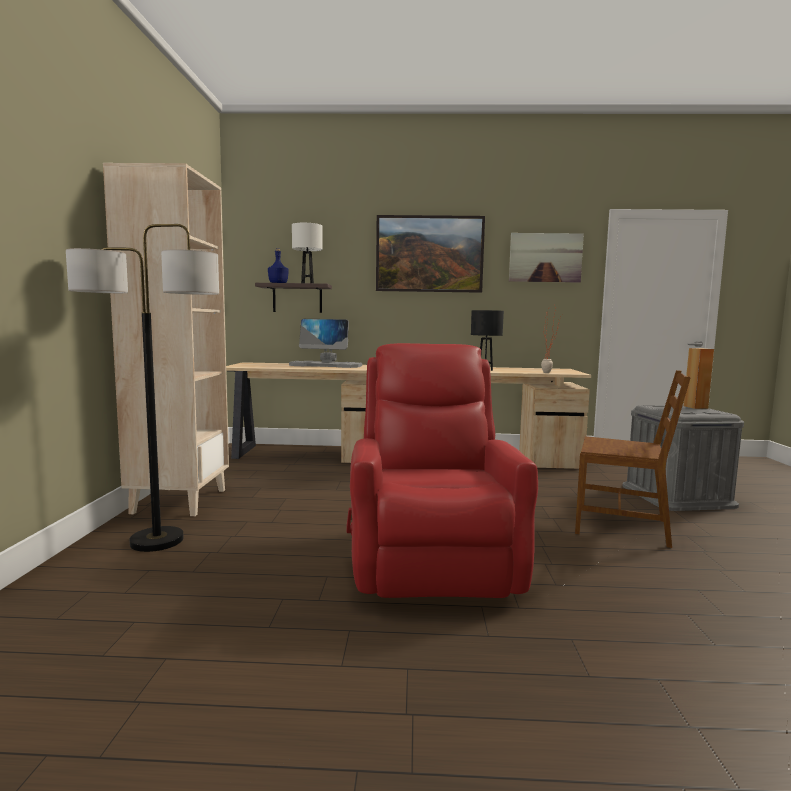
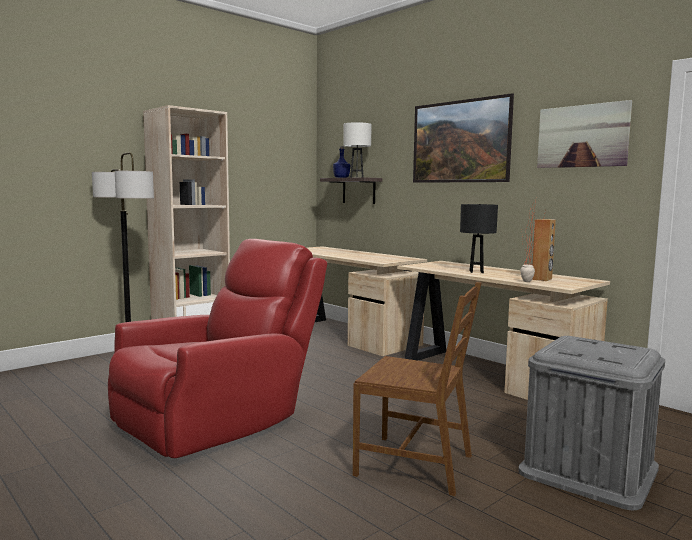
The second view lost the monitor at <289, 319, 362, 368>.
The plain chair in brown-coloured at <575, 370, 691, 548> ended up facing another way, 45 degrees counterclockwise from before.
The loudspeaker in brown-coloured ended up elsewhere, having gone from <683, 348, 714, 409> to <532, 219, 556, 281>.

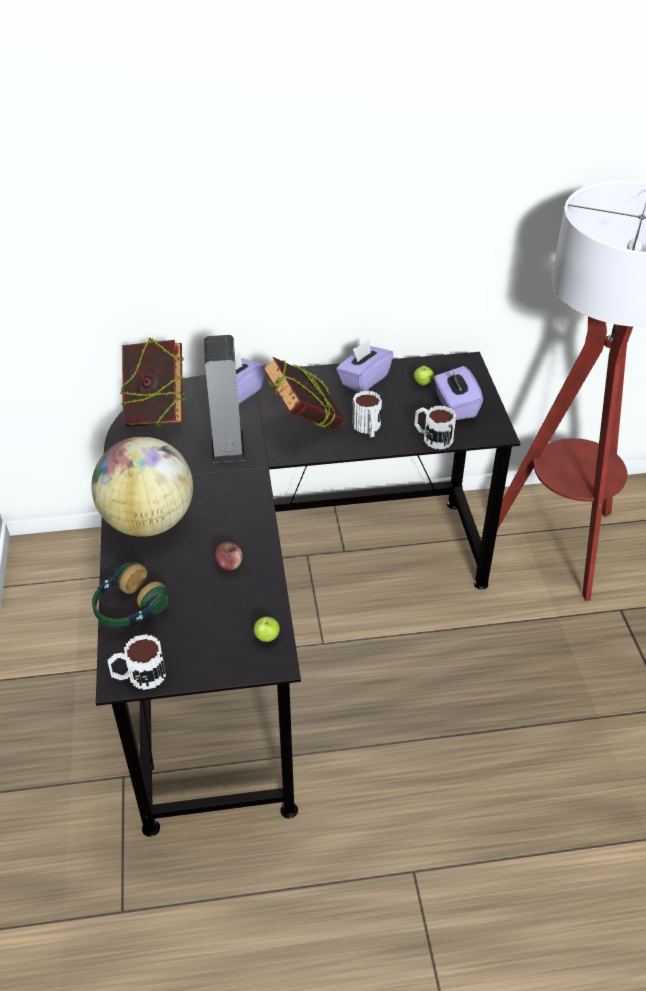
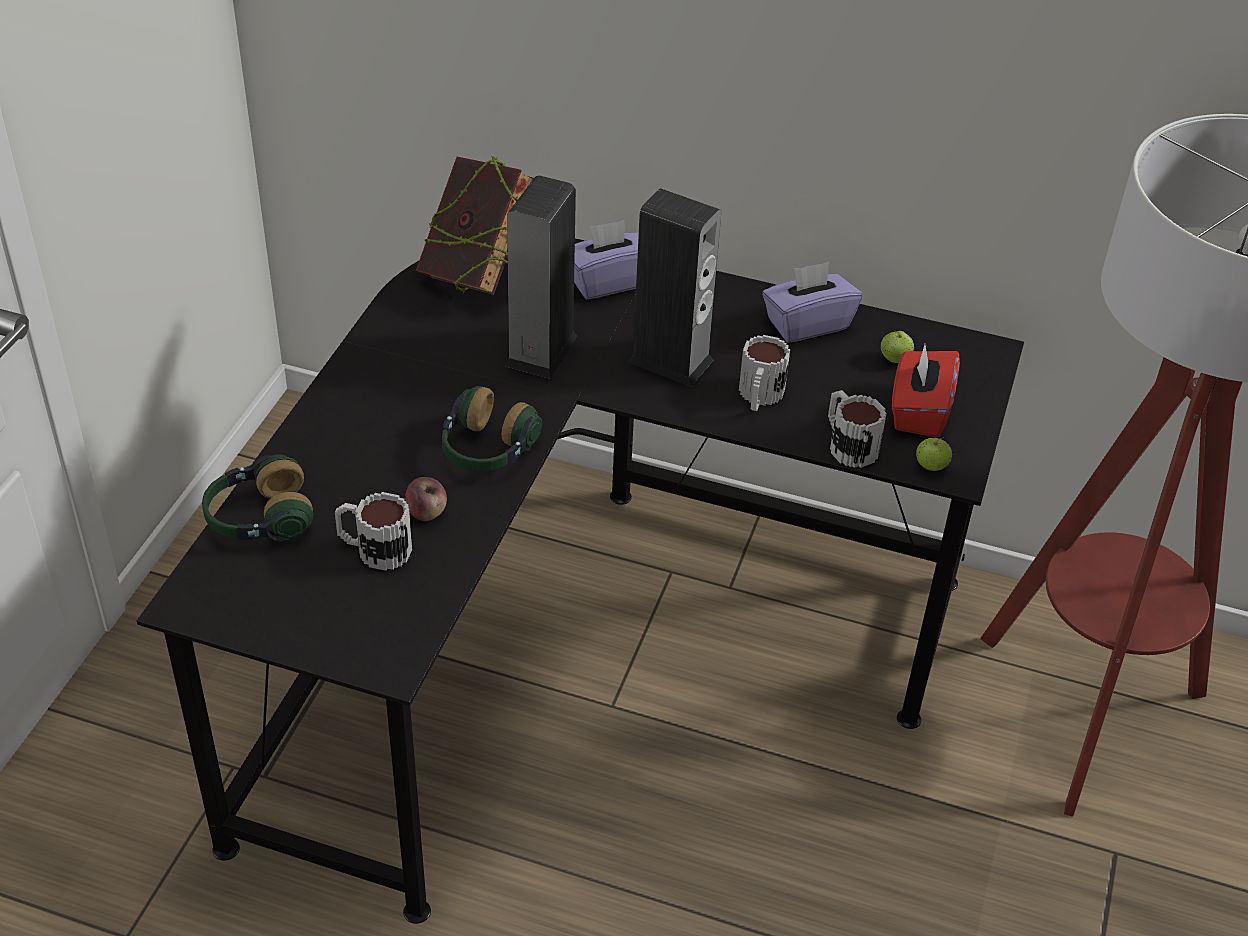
The second view lost the desk globe at <91, 437, 193, 537>.
The mug ended up elsewhere, having gone from <108, 634, 166, 690> to <335, 492, 412, 571>.
The whole apple ended up elsewhere, having gone from <254, 617, 280, 642> to <916, 437, 952, 471>.
Where the book stood at <262, 357, 345, 430>, the loudspeaker came to stand at <627, 188, 721, 387>.
What was the tissue holder in purple-coloured at <434, 366, 483, 420> turned into the tissue holder in reddish at <892, 344, 960, 437>.
The second view gained the pair of headphones at <442, 386, 542, 472>.

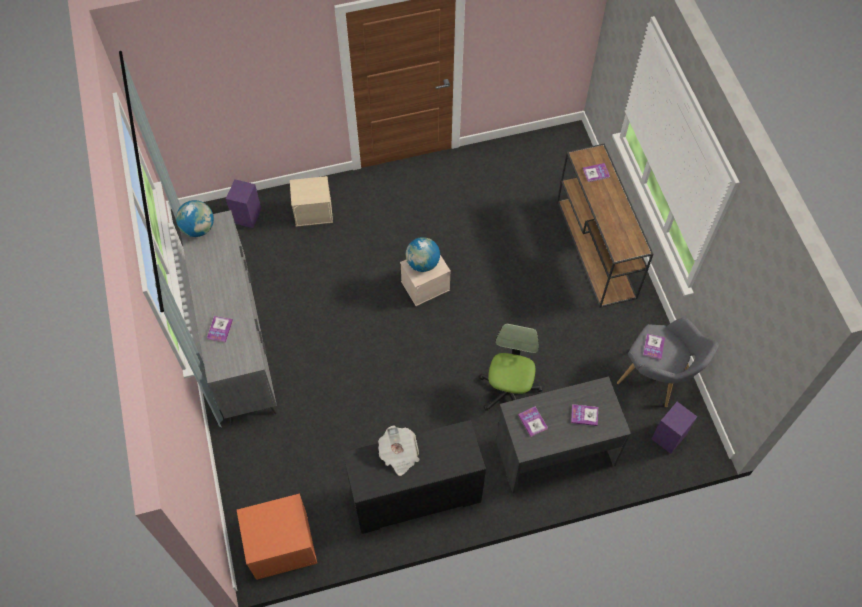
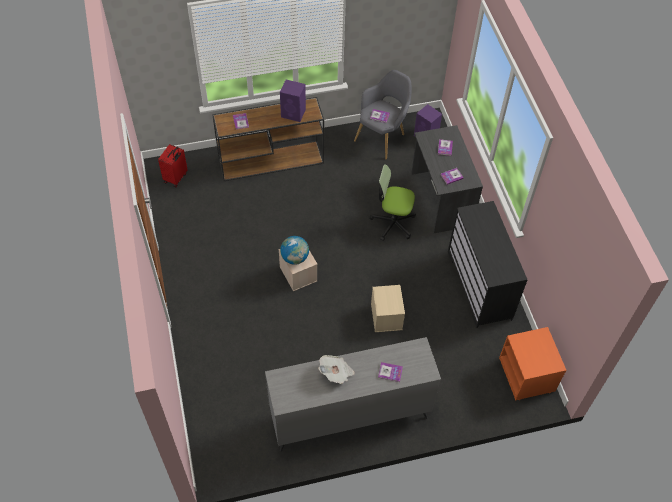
The second view lost the desk globe at <176, 200, 214, 237>.
The loudspeaker in purple-coloured ended up elsewhere, having gone from <226, 180, 262, 228> to <280, 80, 306, 122>.
The storage container in sand-coloured ended up elsewhere, having gone from <290, 176, 333, 227> to <371, 285, 405, 332>.
The daily paper ended up elsewhere, having gone from <378, 425, 419, 476> to <318, 355, 355, 384>.
The second view gained the travel case in reddish at <158, 144, 188, 187>.

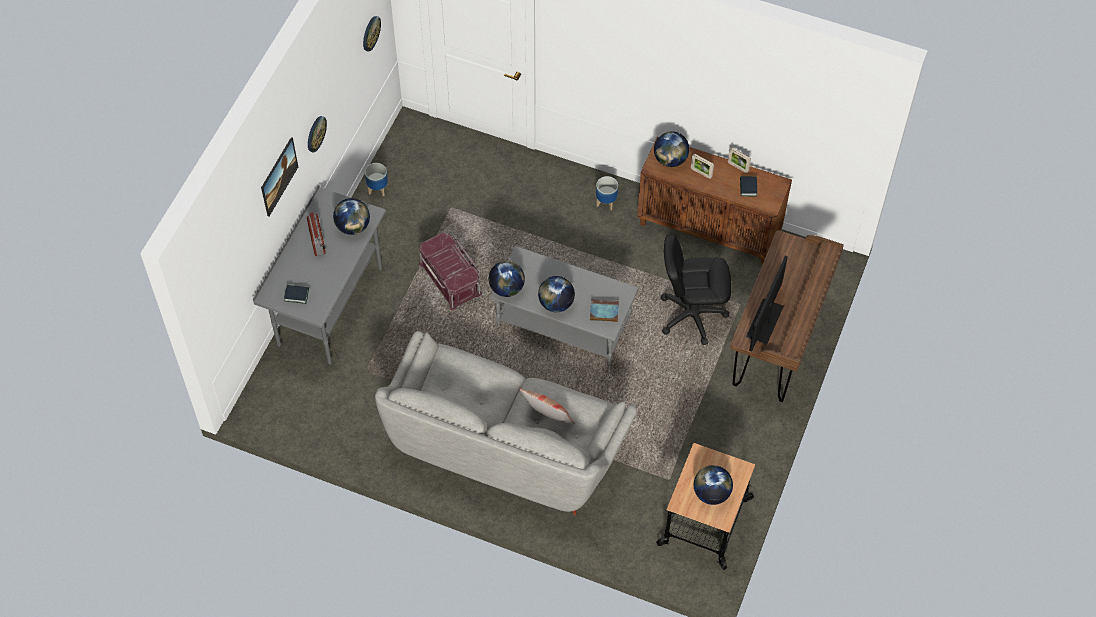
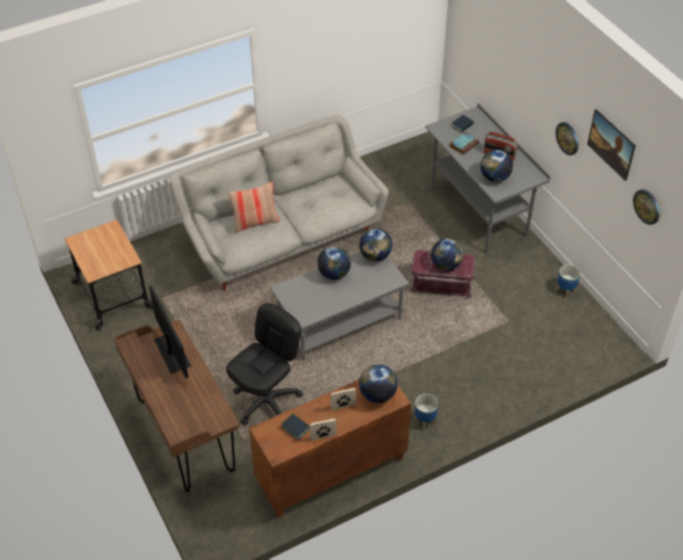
The wall art ended up elsewhere, having gone from <261, 137, 298, 217> to <587, 109, 636, 181>.
The book ended up elsewhere, having gone from <590, 299, 619, 322> to <450, 132, 479, 155>.
The desk globe ended up elsewhere, having gone from <694, 465, 733, 505> to <431, 238, 464, 271>.

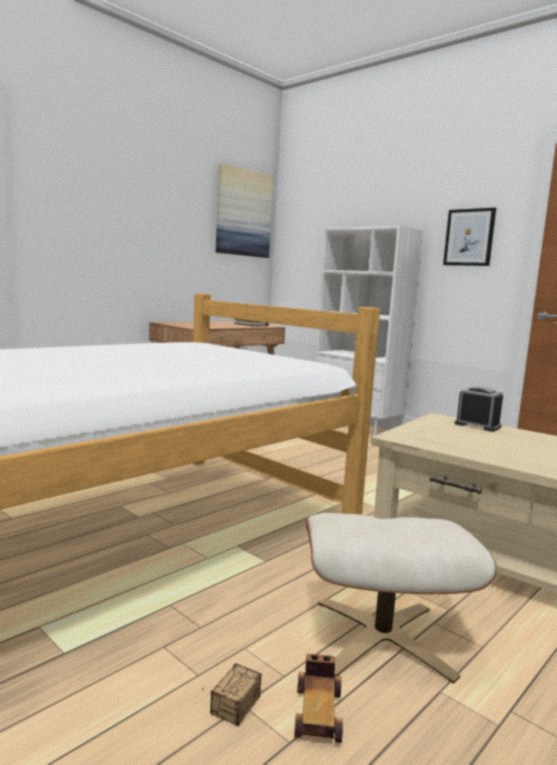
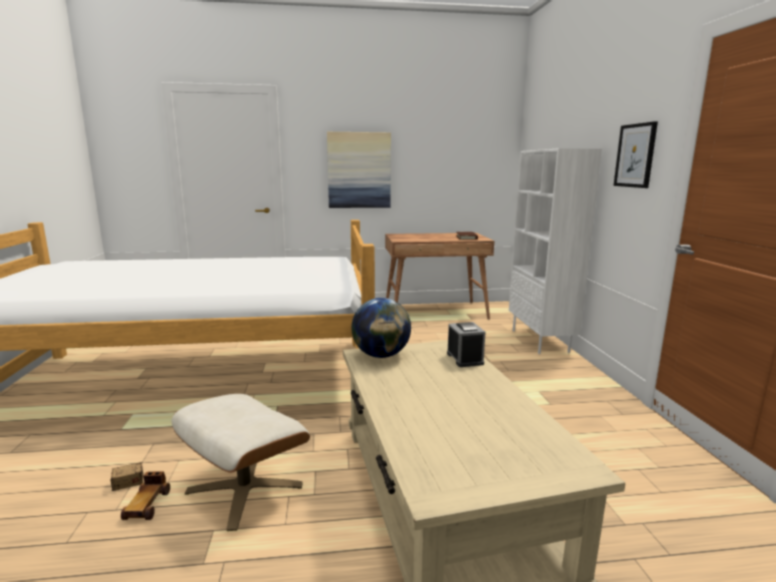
The wall art ended up elsewhere, having gone from <216, 163, 273, 258> to <327, 132, 391, 208>.
The toy car at <294, 654, 343, 743> ended up facing another way, 45 degrees counterclockwise from before.
The second view gained the desk globe at <351, 298, 411, 358>.

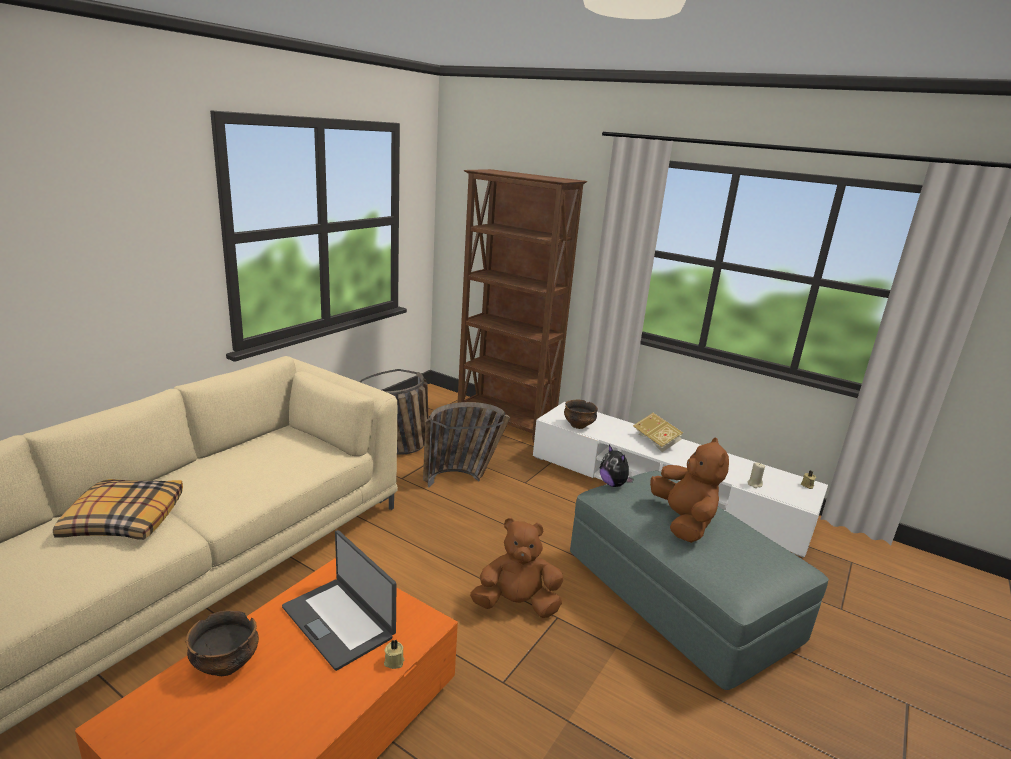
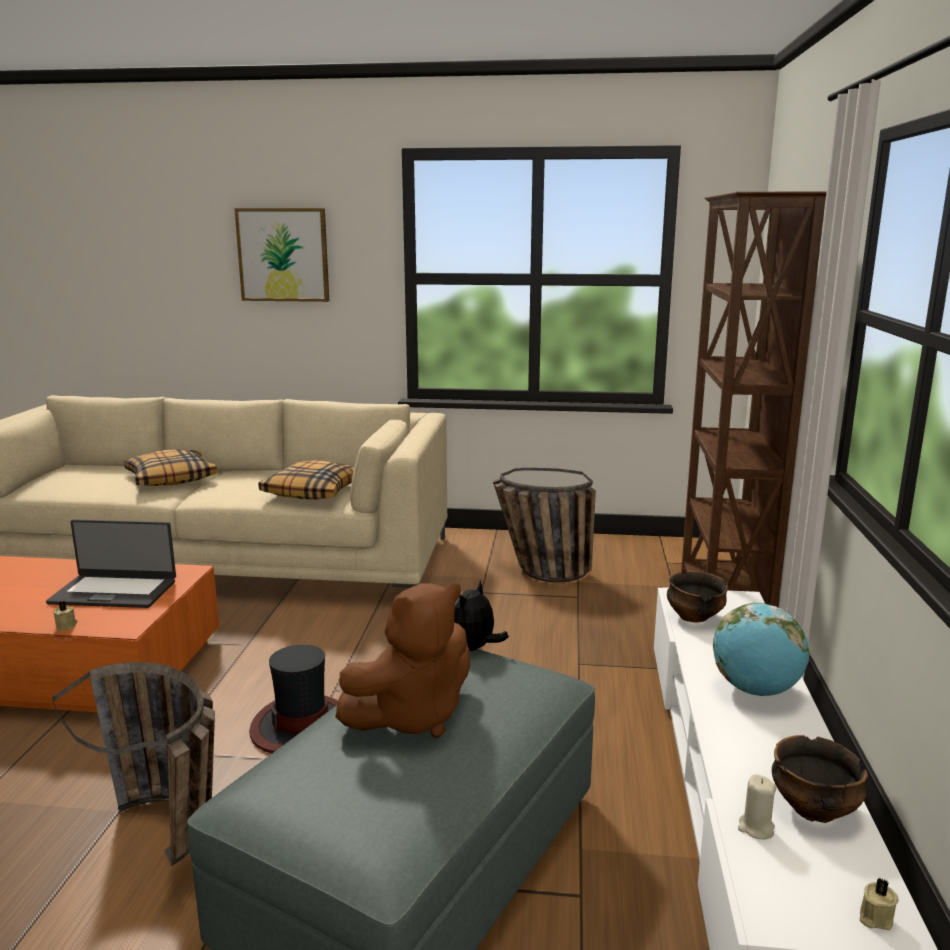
The bowl ended up elsewhere, having gone from <185, 610, 259, 676> to <772, 735, 868, 823>.
The portable computer at <282, 530, 396, 671> ended up facing another way, 105 degrees counterclockwise from before.
The household basket ended up elsewhere, having gone from <423, 402, 510, 487> to <52, 662, 215, 866>.
Where the cuddly toy in brown-coloured stood at <470, 518, 563, 618>, the hat came to stand at <249, 645, 338, 753>.
Where the book stood at <633, 413, 683, 452>, the desk globe came to stand at <713, 603, 809, 696>.
The second view gained the wall art at <234, 208, 329, 302>.
The second view gained the cushion at <259, 460, 354, 500>.

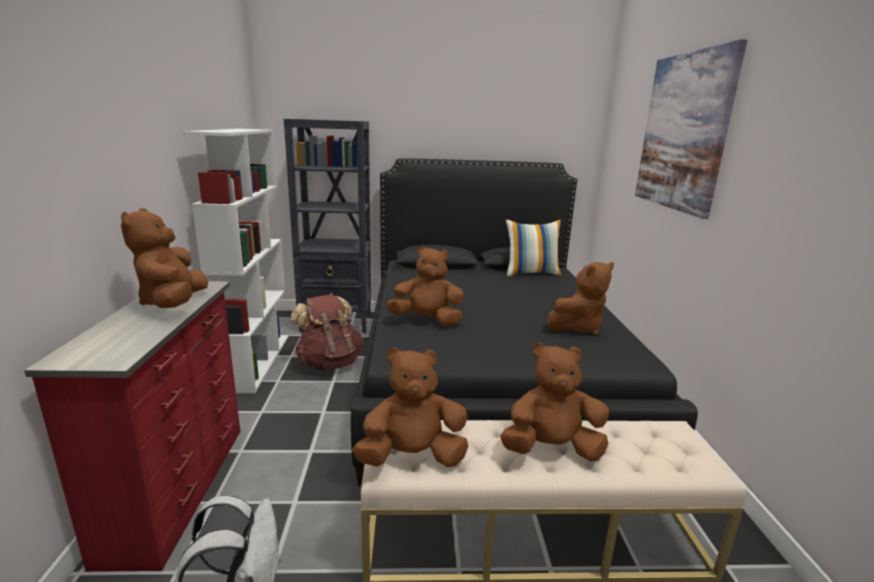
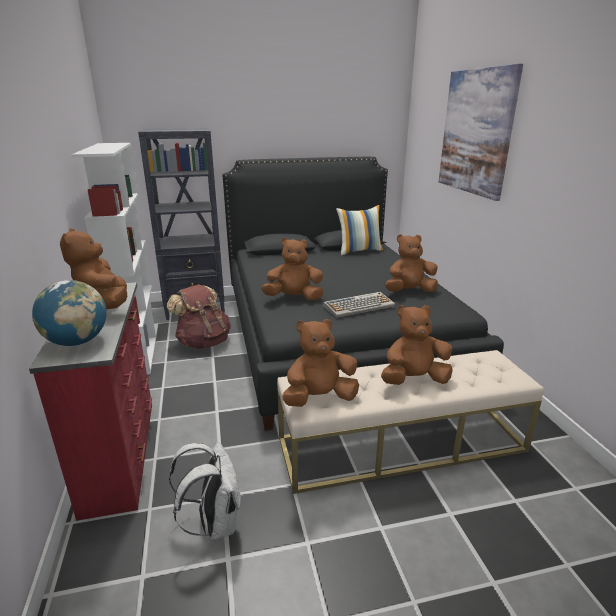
The cuddly toy in brown-coloured at <547, 262, 614, 336> ended up facing another way, 150 degrees counterclockwise from before.
The second view gained the desk globe at <32, 280, 107, 346>.
The second view gained the PC keyboard at <323, 292, 395, 318>.

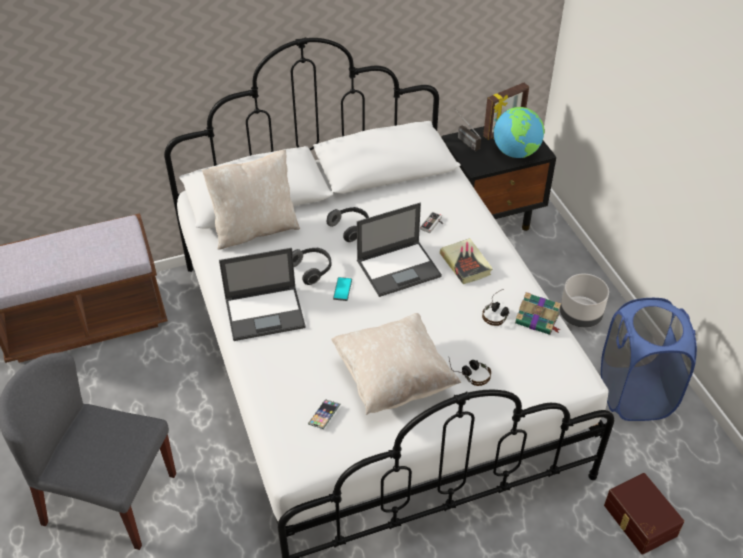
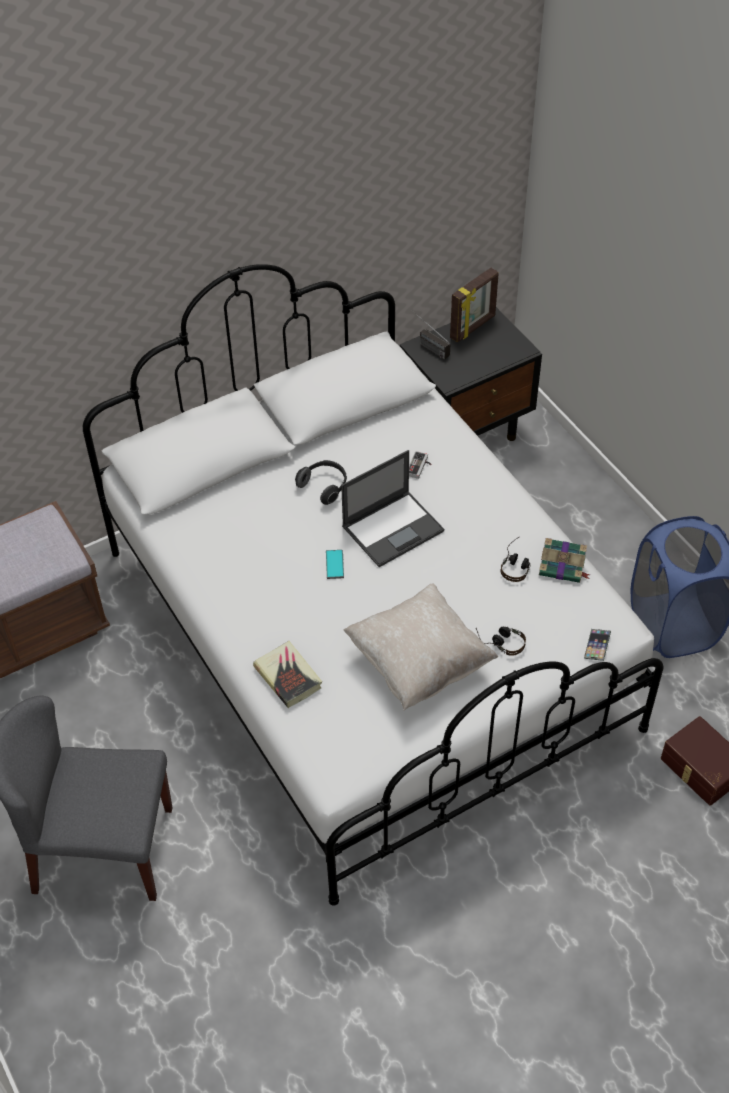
The second view lost the cushion in sand-coloured at <202, 150, 300, 250>.
The second view lost the portable computer at <219, 248, 306, 341>.
The second view lost the pair of headphones at <292, 247, 332, 285>.
The handset ended up elsewhere, having gone from <308, 399, 341, 429> to <584, 629, 611, 661>.
The book ended up elsewhere, having gone from <440, 238, 493, 284> to <253, 641, 322, 708>.
The second view lost the desk globe at <494, 107, 545, 158>.
The second view lost the flower pot in gray at <560, 274, 609, 328>.

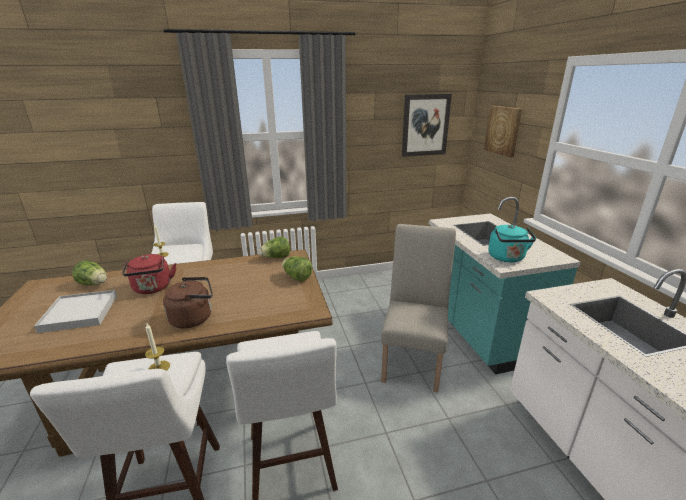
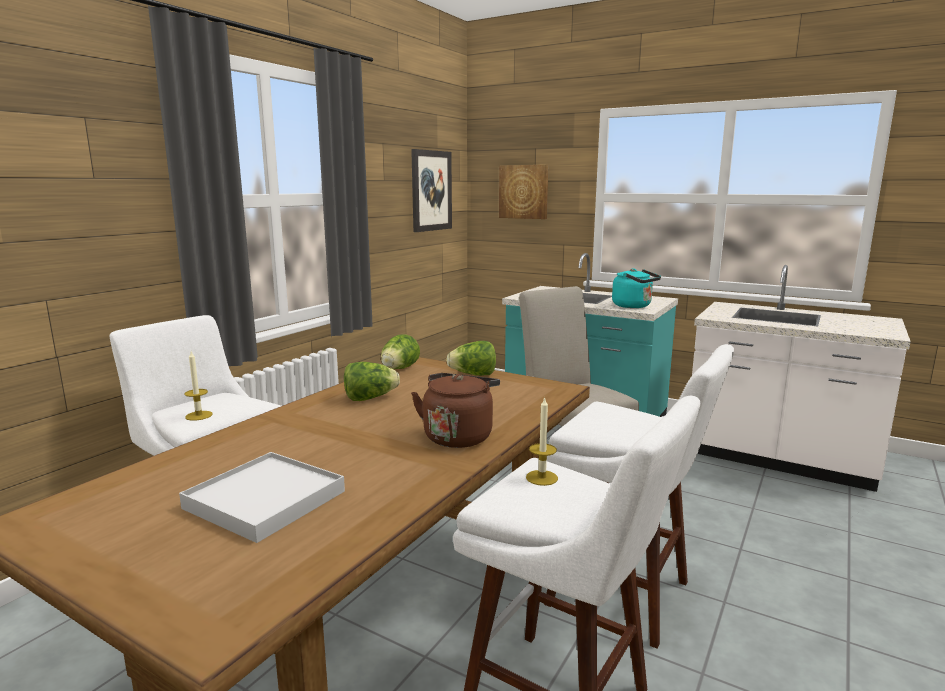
The head of lettuce ended up elsewhere, having gone from <72, 260, 107, 285> to <344, 362, 400, 401>.
The second view lost the tea kettle in reddish at <122, 254, 176, 294>.

